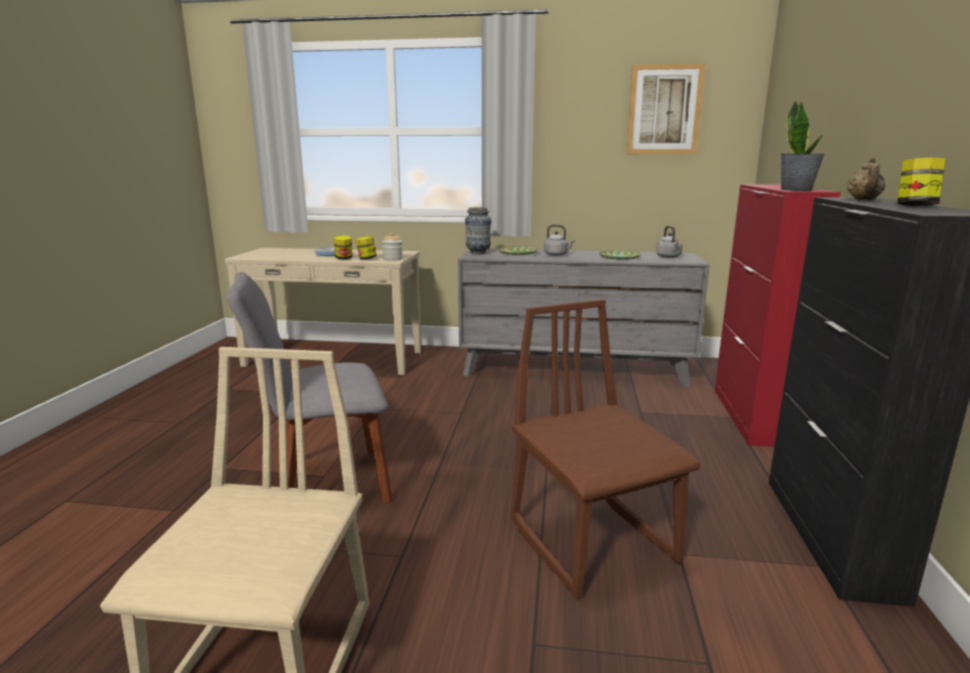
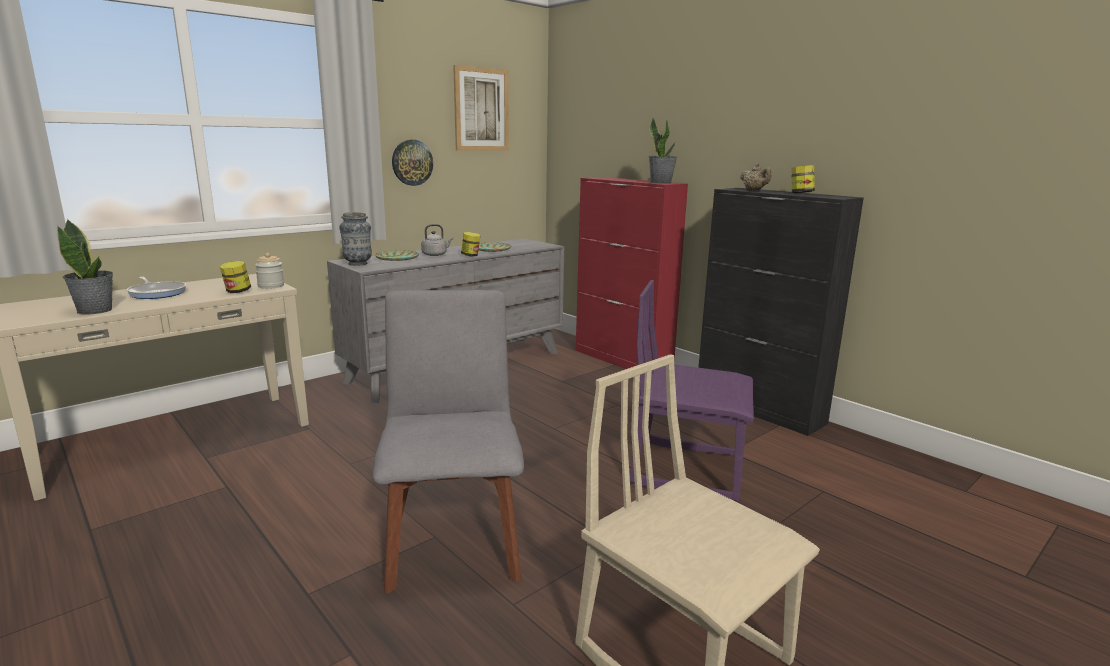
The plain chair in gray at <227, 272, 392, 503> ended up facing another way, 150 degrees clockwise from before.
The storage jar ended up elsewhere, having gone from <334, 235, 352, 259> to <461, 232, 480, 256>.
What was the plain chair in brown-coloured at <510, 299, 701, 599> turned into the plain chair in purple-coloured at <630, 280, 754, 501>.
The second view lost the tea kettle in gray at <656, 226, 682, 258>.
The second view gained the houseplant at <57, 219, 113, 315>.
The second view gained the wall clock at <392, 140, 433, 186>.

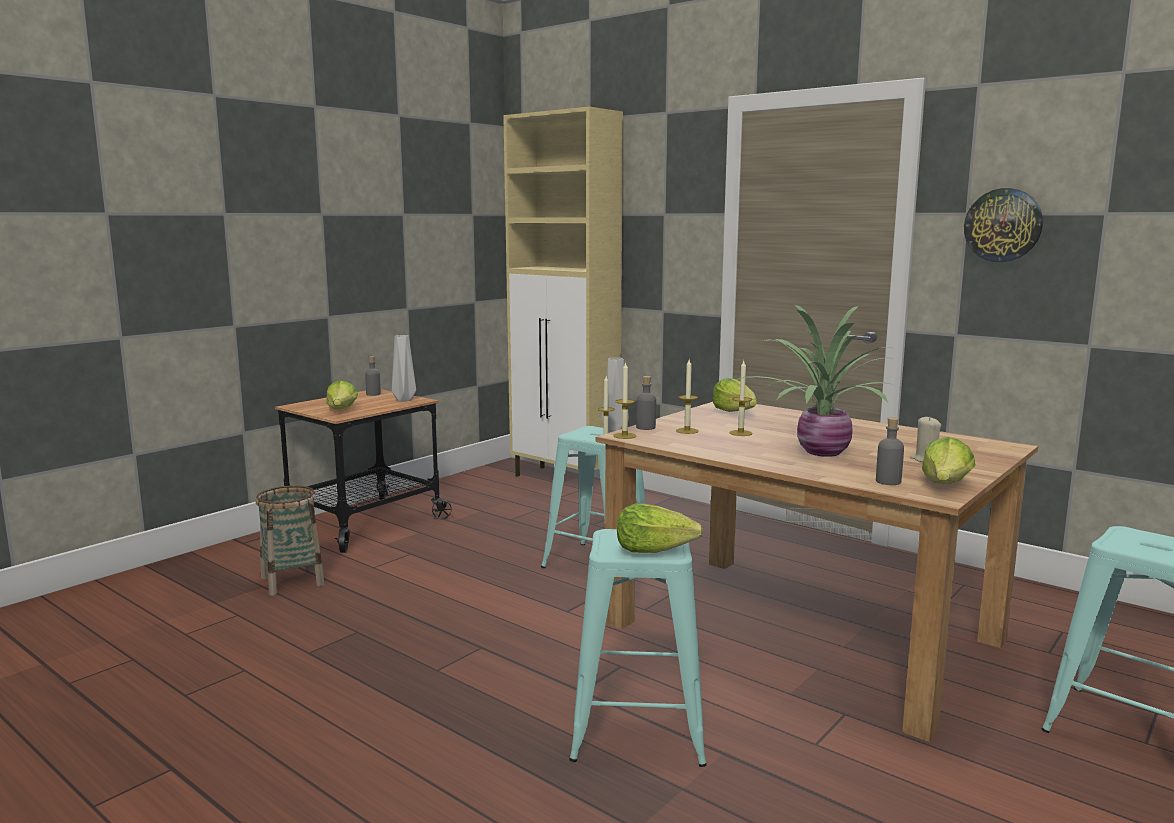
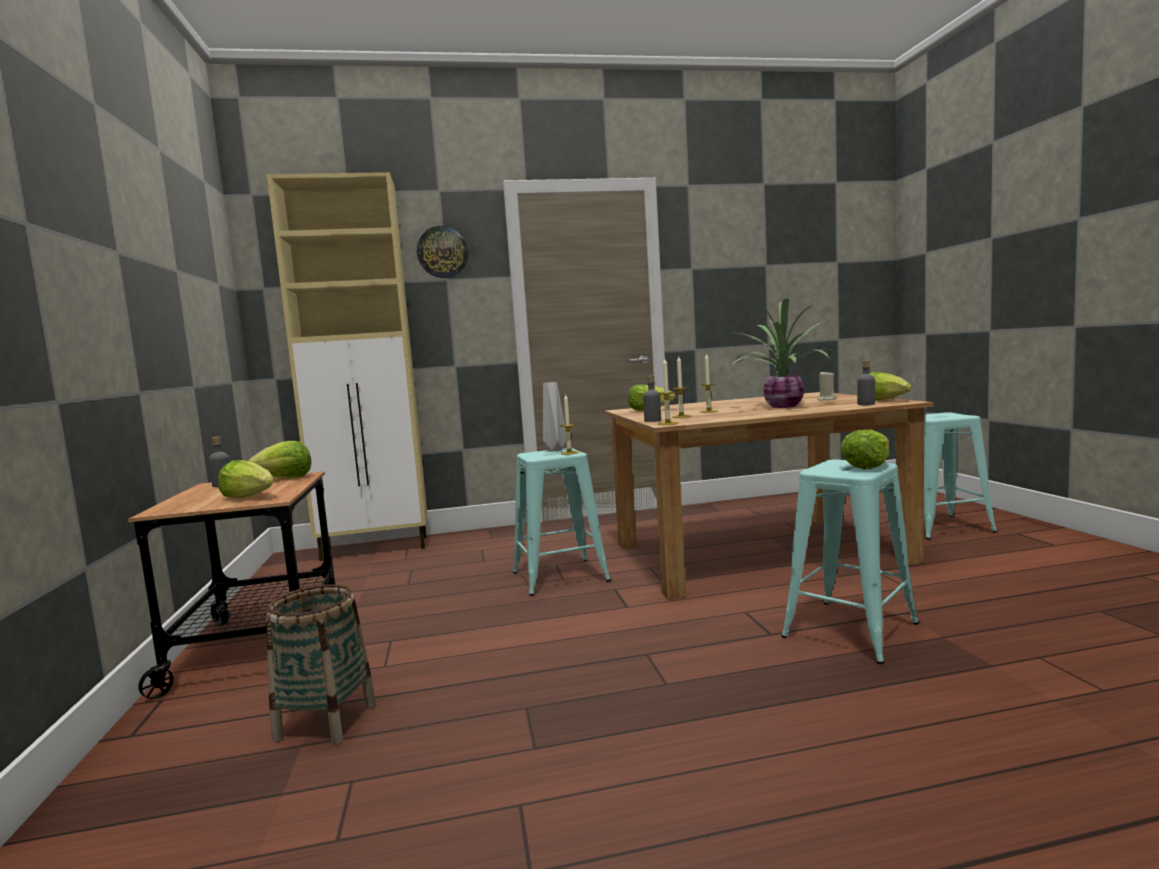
Where the decorative vase in gray stood at <392, 335, 416, 402>, the head of lettuce came to stand at <248, 441, 312, 478>.
The wall clock ended up elsewhere, having gone from <964, 188, 1043, 262> to <417, 226, 468, 278>.

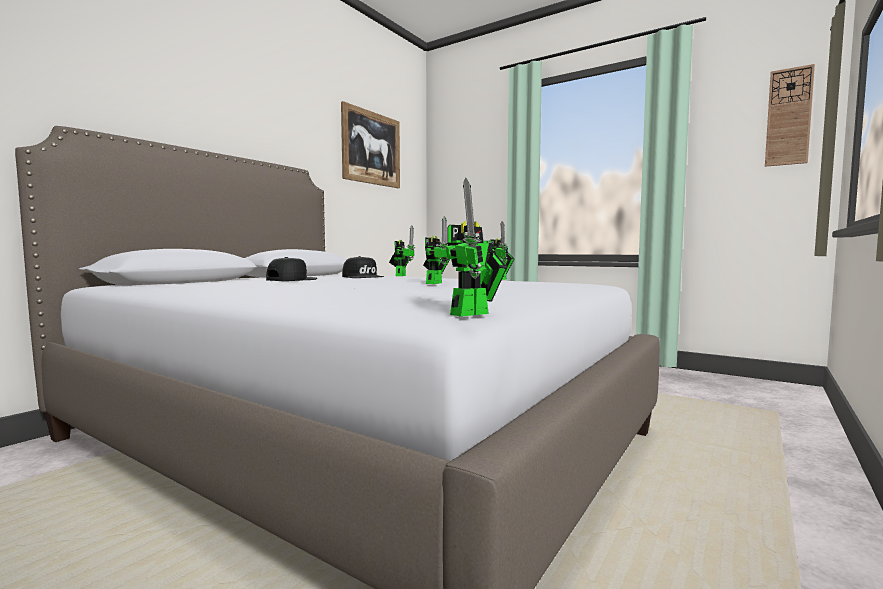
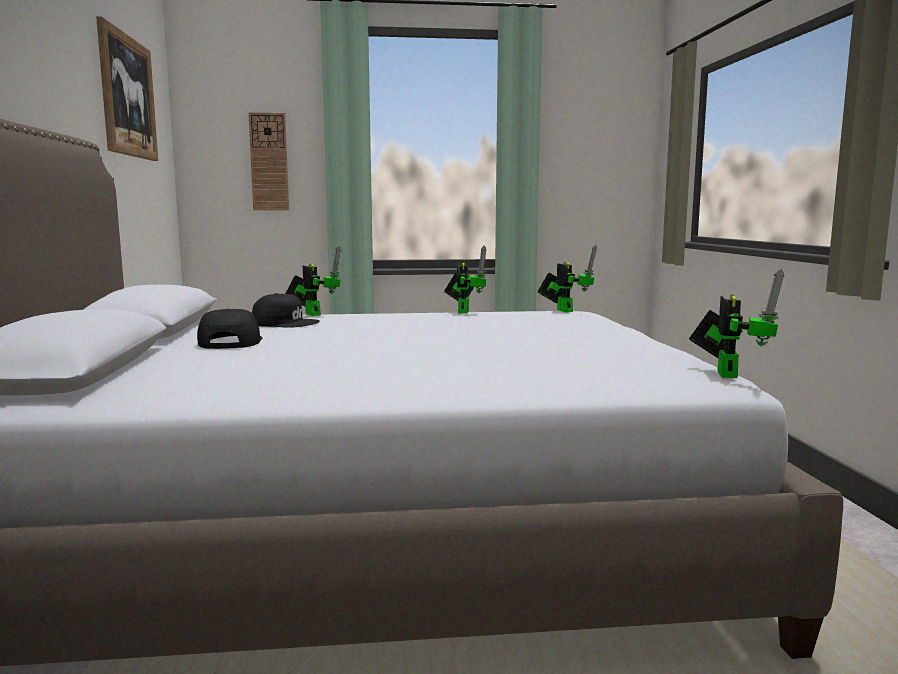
The toy robot ended up elsewhere, having gone from <423, 216, 450, 284> to <537, 244, 597, 312>.
The wall clock ended up elsewhere, having gone from <765, 64, 815, 167> to <248, 112, 289, 210>.

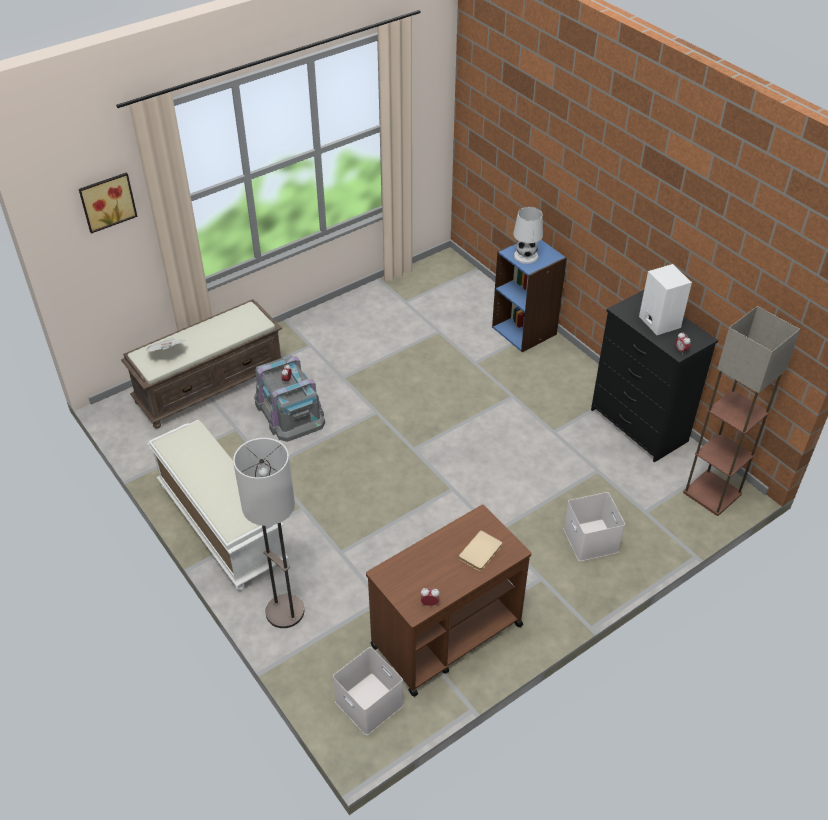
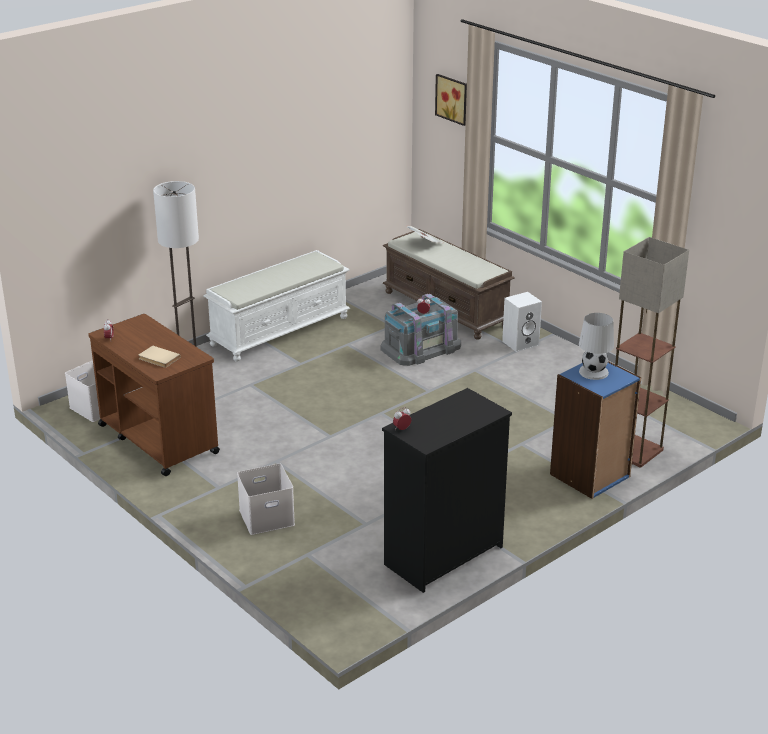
The loudspeaker in white ended up elsewhere, having gone from <639, 264, 692, 335> to <502, 292, 542, 352>.
The standing lamp ended up elsewhere, having gone from <683, 306, 800, 516> to <615, 237, 689, 467>.

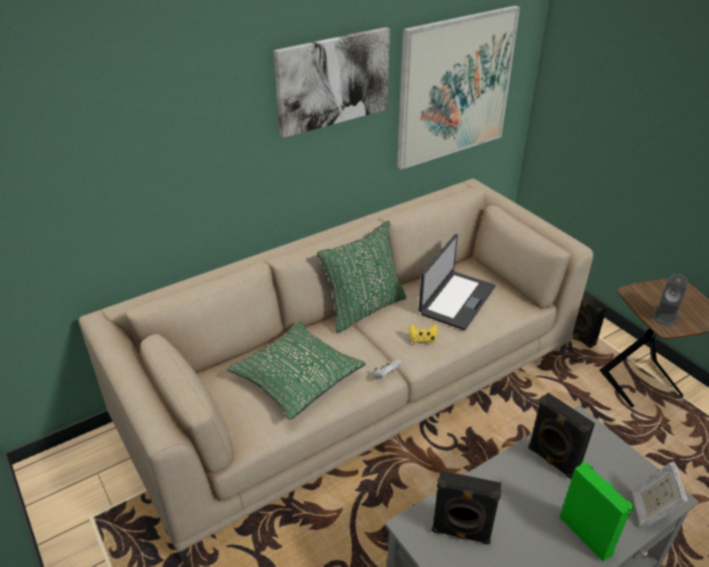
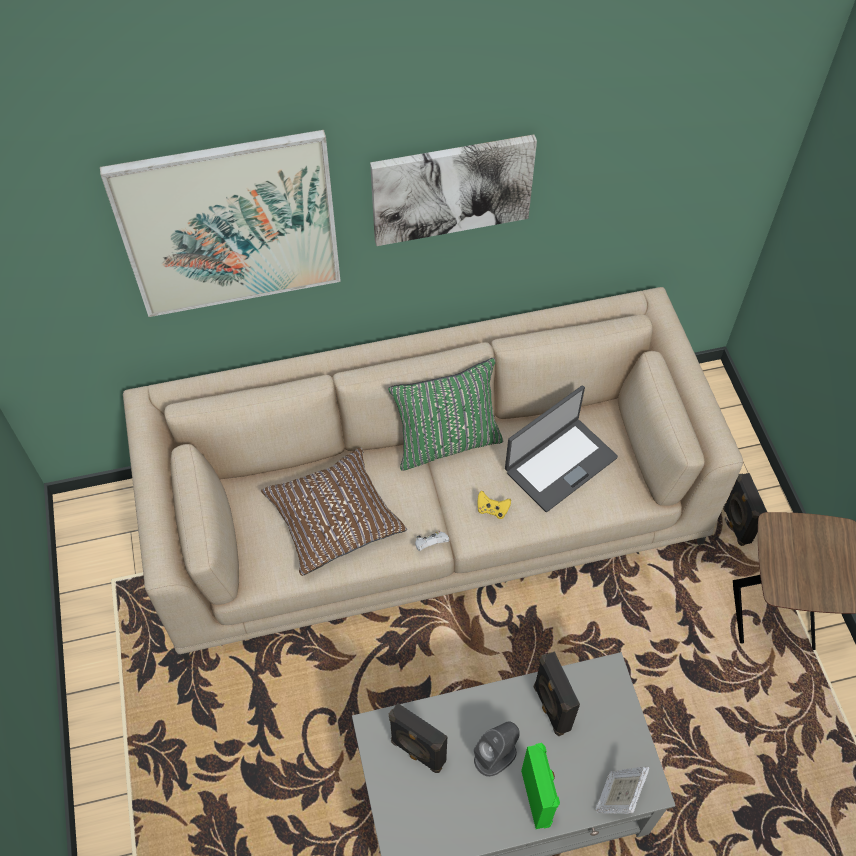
What was the cushion in greenish at <227, 321, 366, 420> turned into the cushion in brown-coloured at <261, 447, 407, 576>.
The wall art ended up elsewhere, having gone from <397, 5, 520, 170> to <100, 130, 341, 317>.
The loudspeaker in gray ended up elsewhere, having gone from <653, 274, 688, 326> to <474, 721, 520, 777>.

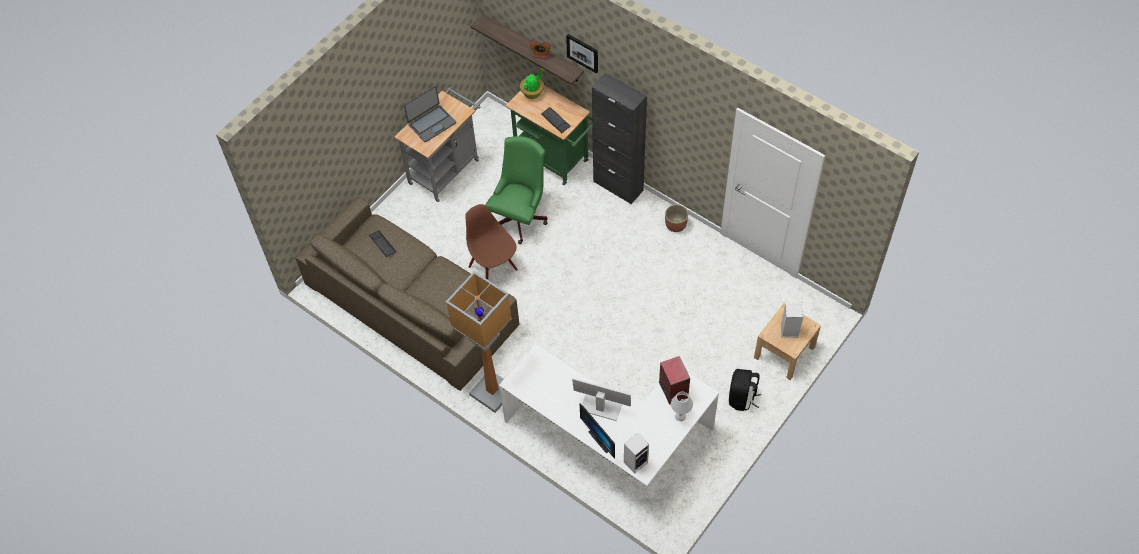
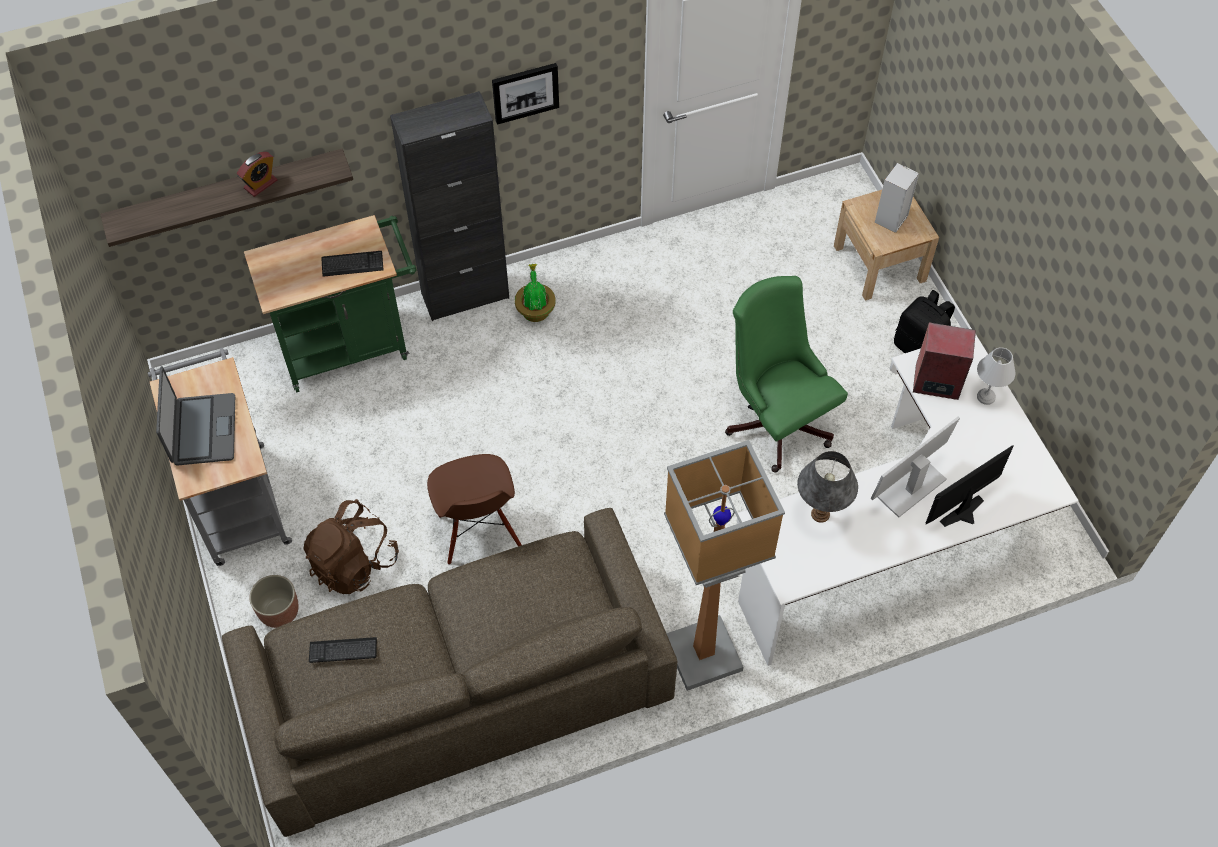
The plain chair in brown-coloured at <465, 204, 518, 280> ended up facing another way, 105 degrees counterclockwise from before.
The computer chair in greenish ended up elsewhere, having gone from <485, 136, 548, 244> to <725, 276, 848, 473>.
The houseplant ended up elsewhere, having gone from <520, 68, 546, 99> to <515, 264, 556, 322>.
The wall art ended up elsewhere, having gone from <566, 34, 598, 73> to <492, 63, 559, 125>.
The monitor at <580, 403, 615, 458> ended up facing another way, 150 degrees clockwise from before.
The second view lost the loudspeaker at <624, 433, 649, 474>.
The flower pot ended up elsewhere, having gone from <665, 204, 688, 232> to <249, 575, 299, 628>.
The second view gained the backpack in brown-coloured at <303, 499, 399, 594>.
The second view gained the lamp for a table in gray at <797, 451, 858, 523>.

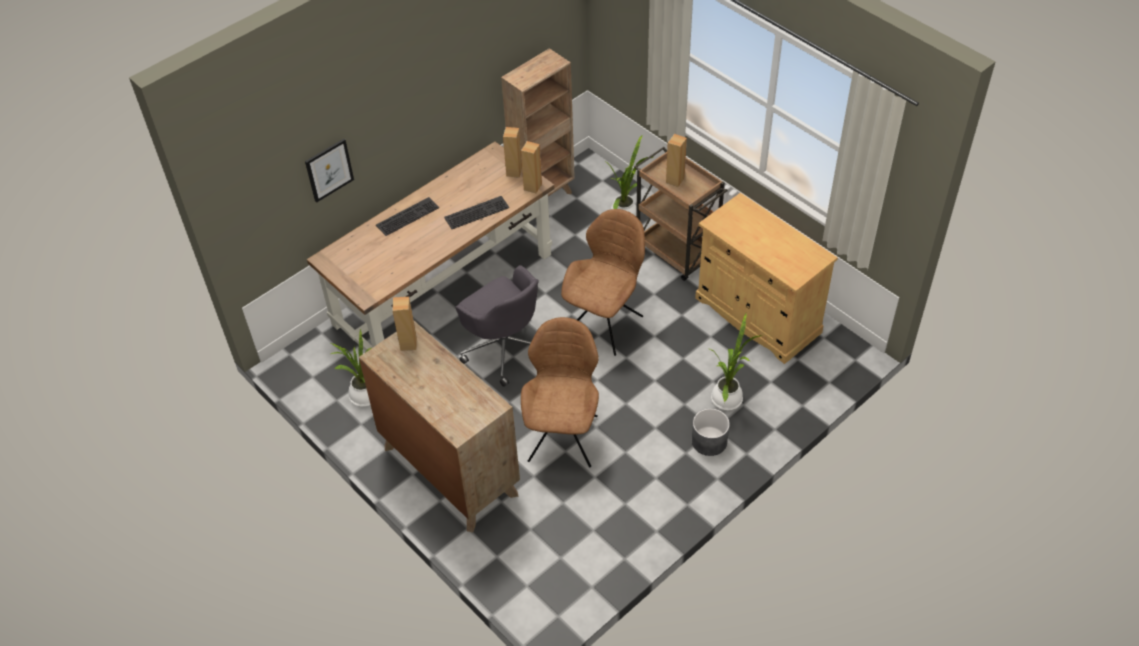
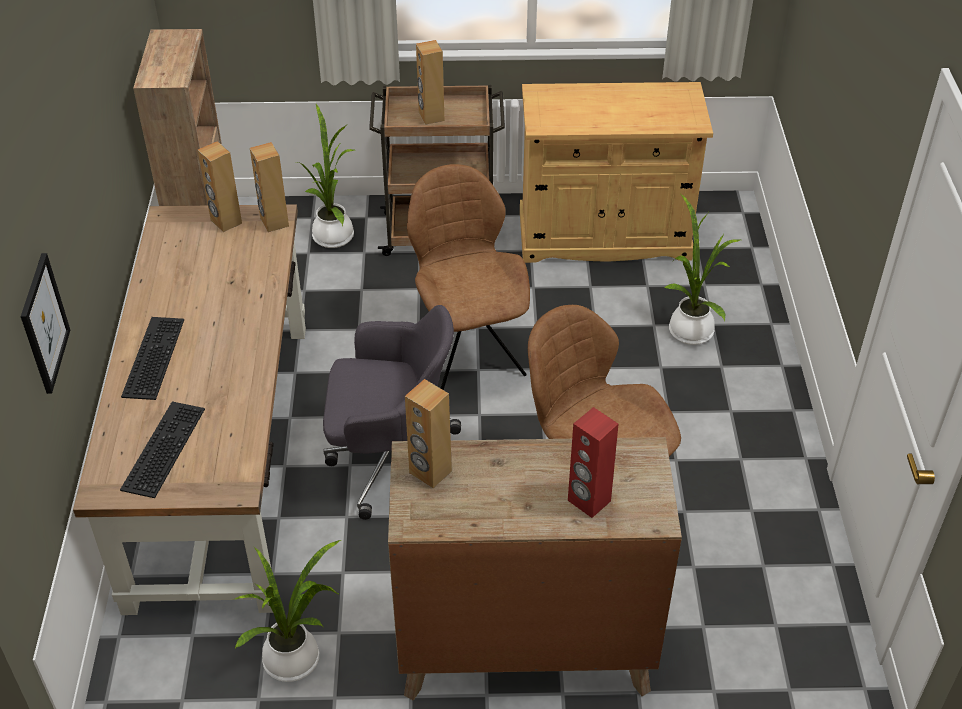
The PC keyboard ended up elsewhere, having gone from <444, 196, 509, 229> to <120, 401, 205, 498>.
The second view lost the flower pot in gray at <692, 408, 730, 456>.
The second view gained the loudspeaker in reddish at <568, 407, 618, 518>.

